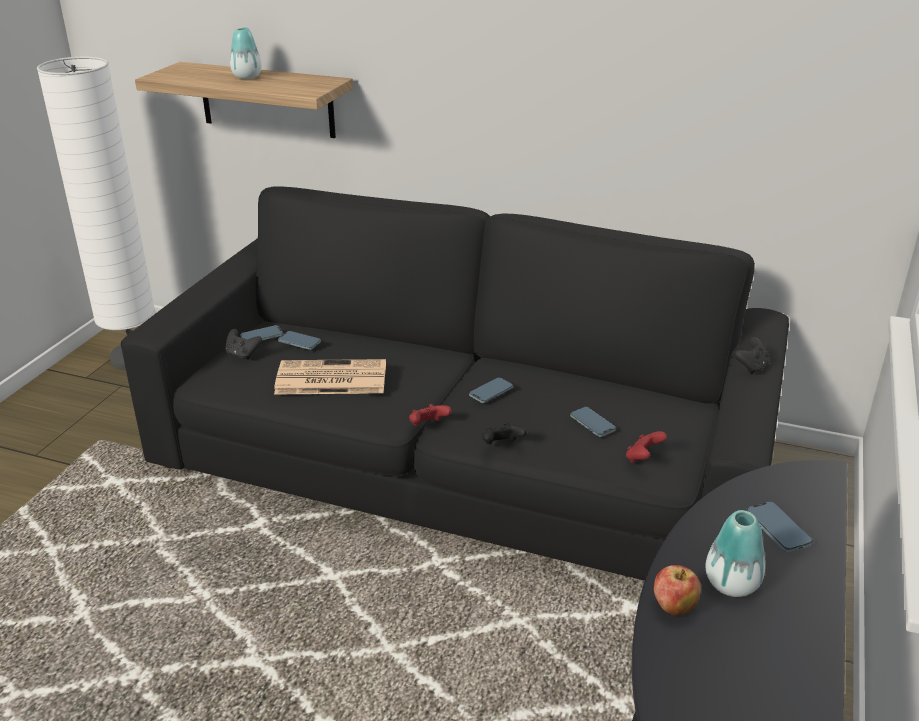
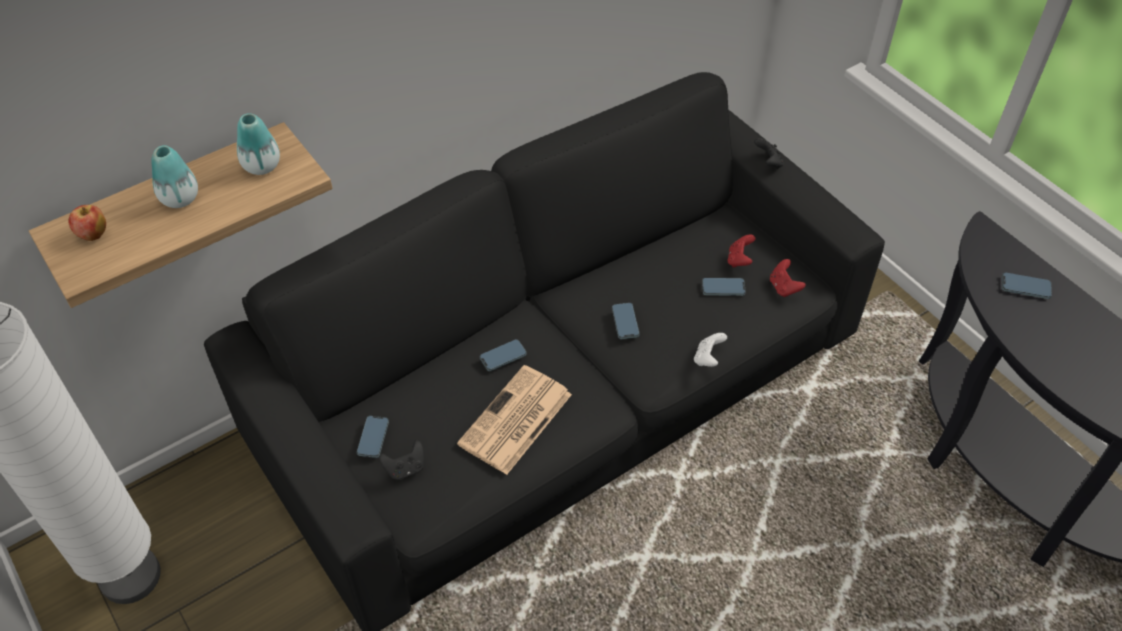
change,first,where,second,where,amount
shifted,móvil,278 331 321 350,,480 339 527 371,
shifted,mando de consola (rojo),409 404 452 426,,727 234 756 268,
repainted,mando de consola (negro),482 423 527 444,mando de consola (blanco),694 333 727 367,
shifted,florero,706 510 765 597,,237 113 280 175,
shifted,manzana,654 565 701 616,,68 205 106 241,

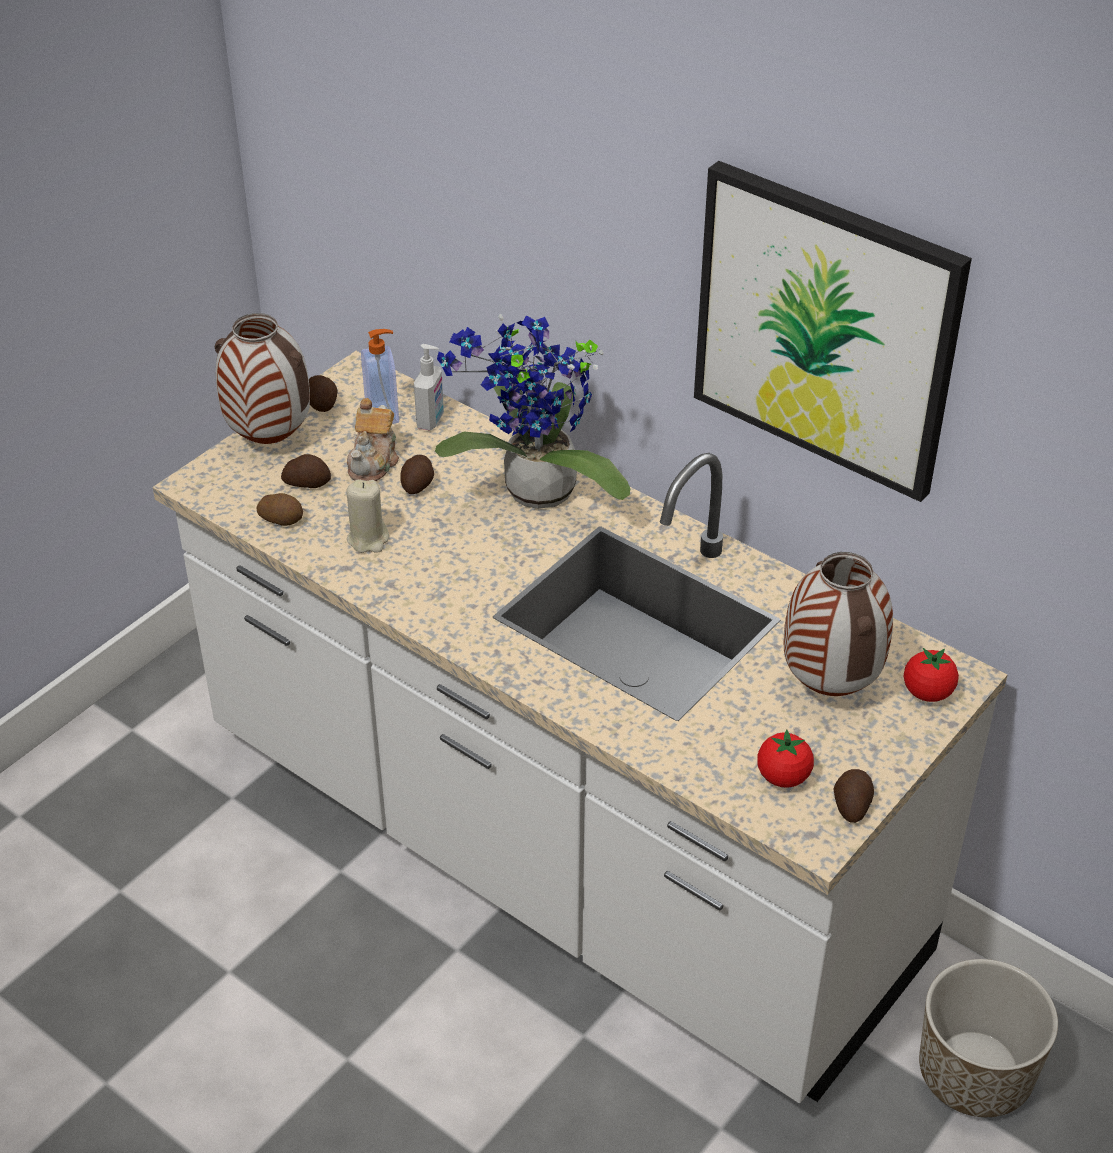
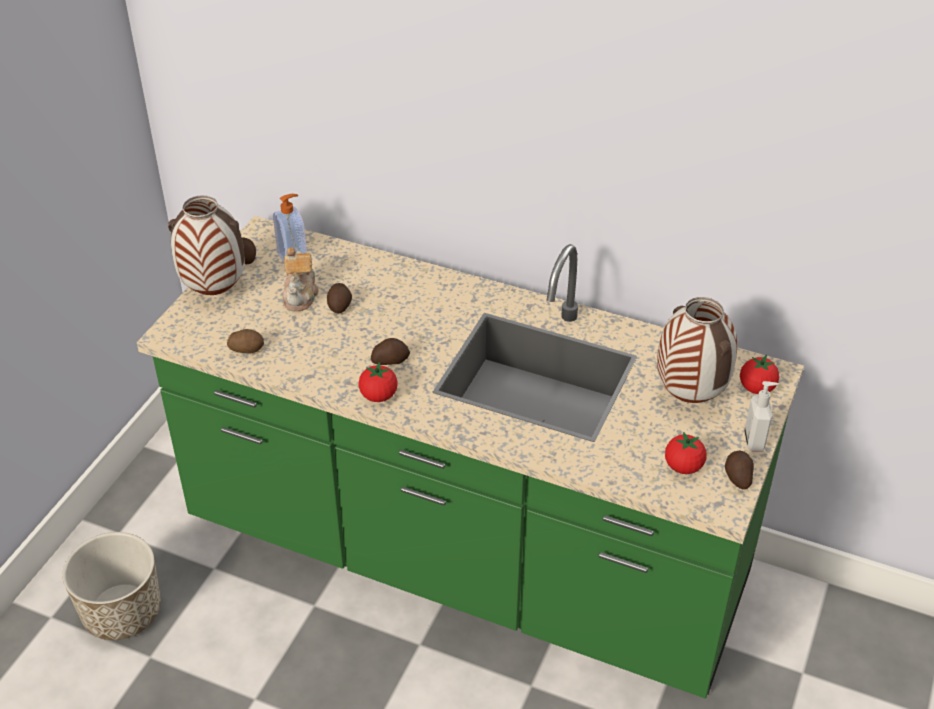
change,first,where,second,where,amount
gone,cuadro,694 161 972 502,,,
gone,planta en maceta,435 314 630 509,,,
shifted,dispensador de jabón,414 344 444 431,,744 381 779 452,
repainted,mueble bajo de cocina (blanco),153 351 1007 1103,mueble bajo de cocina (verde),137 216 804 698,
shifted,patata,281 454 331 488,,371 338 410 365,
gone,vela (beis),346 479 389 553,,,
shifted,maceta,919 959 1058 1117,,62 532 161 640,
new,,,tomate,358 362 398 402,

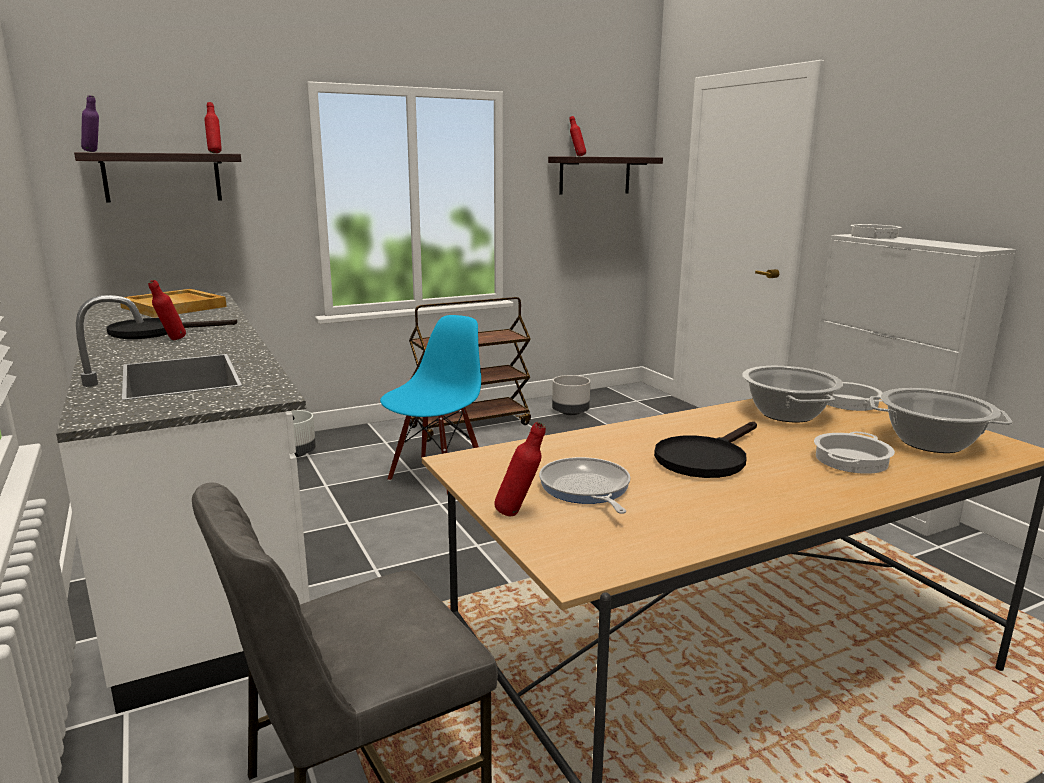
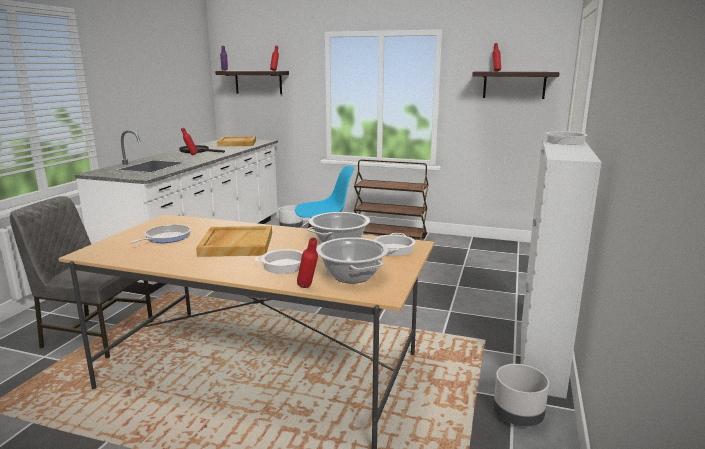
change,first,where,second,where,amount
shifted,maceta (gris),552 375 590 415,,493 364 549 427,
shifted,botella (rojo),494 422 546 516,,297 237 318 288,
swapped,sartén (negro),654 422 757 478,bandeja (beis),196 226 272 257,

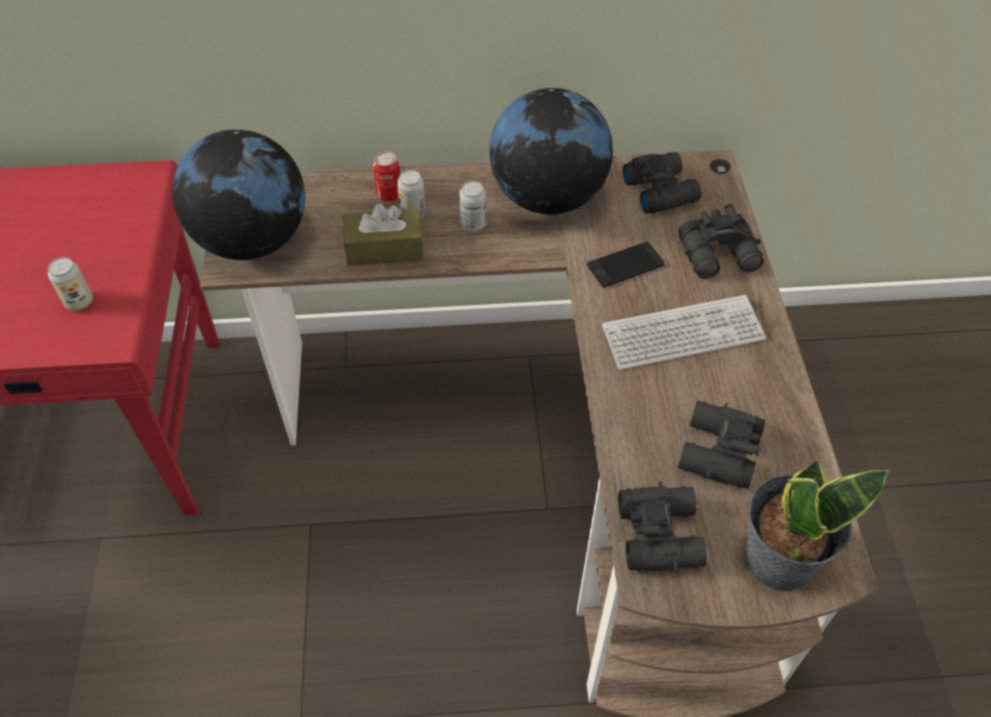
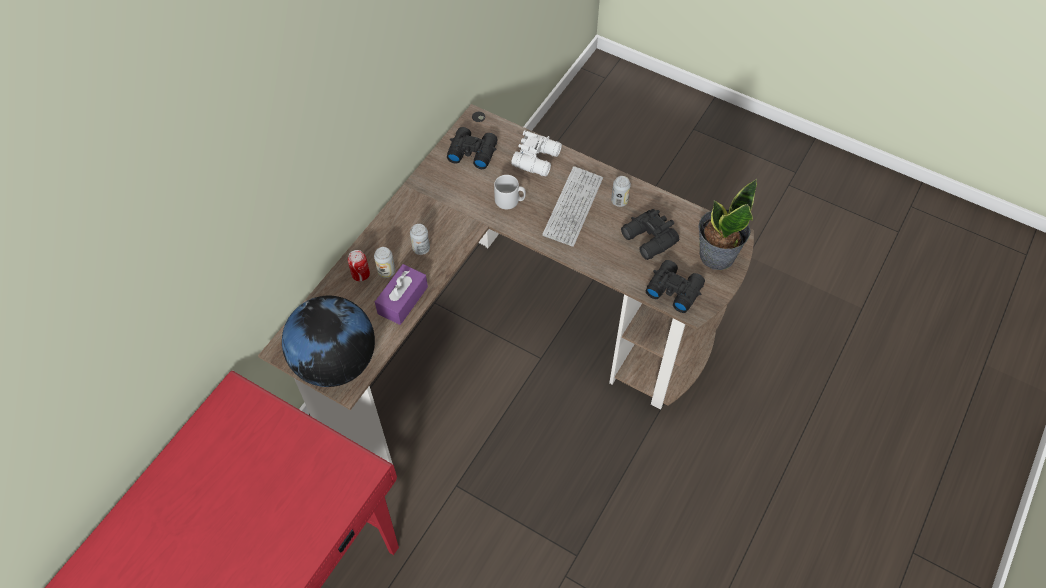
change,first,where,second,where,amount
gone,globo terráqueo,489 88 613 214,,,
repainted,caja de pañuelos (marrón),343 203 424 266,caja de pañuelos (morado),375 264 428 325,
repainted,prismáticos (negro),679 203 764 279,prismáticos (blanco),511 130 562 177,
swapped,móvil,587 242 665 288,taza grande (gris),494 175 526 209,
shifted,lata,48 257 93 311,,611 176 631 207,

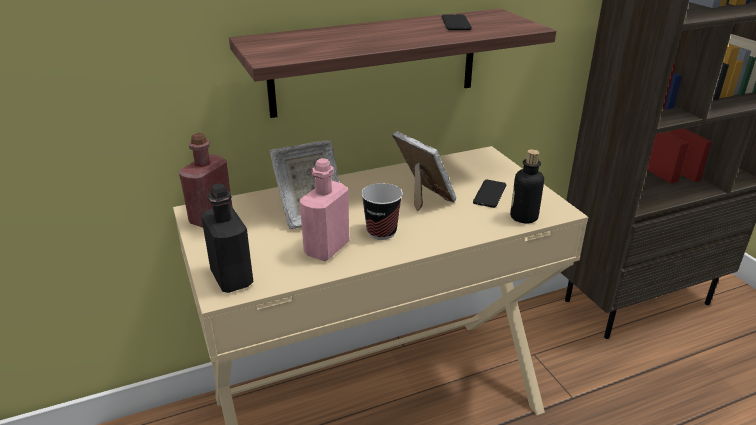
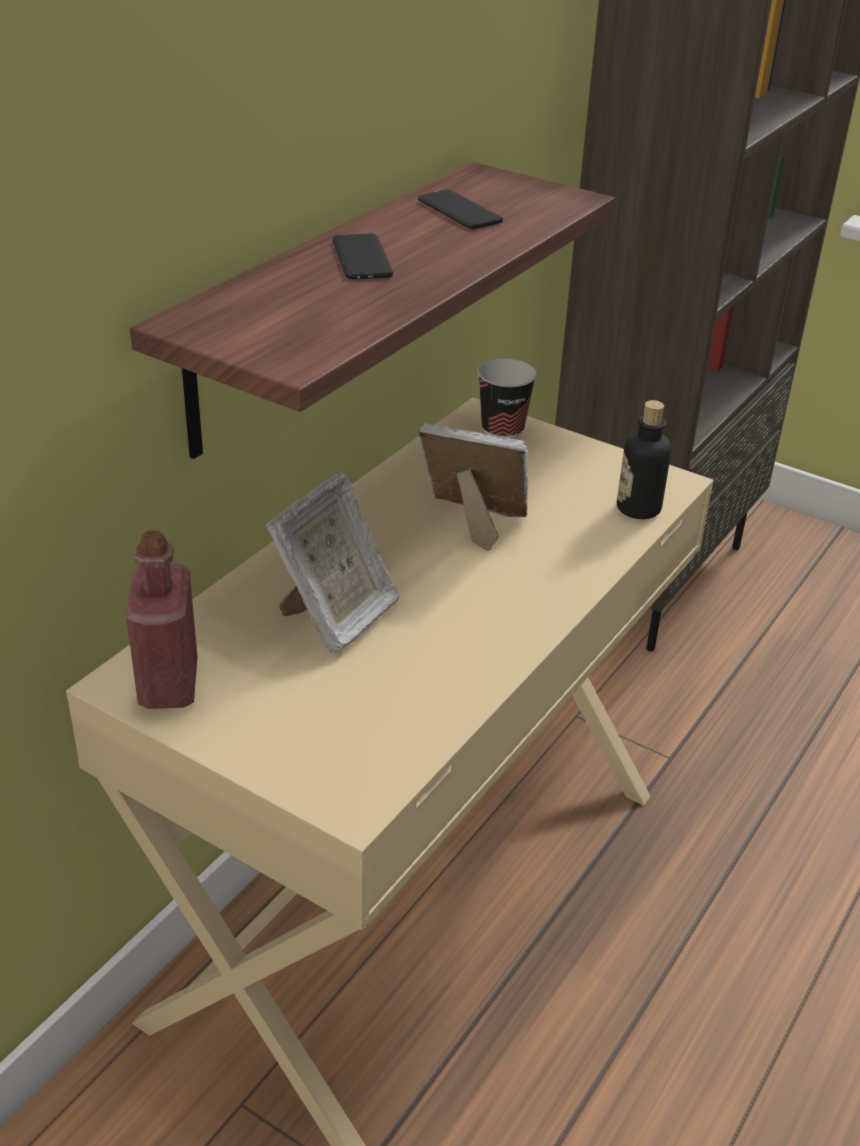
change,first,where,second,where,amount
gone,botella (rosa),299 158 349 261,,,
shifted,móvil,473 180 506 208,,333 234 393 279,
gone,botella (negro),201 183 254 293,,,
shifted,taza,361 183 403 240,,478 359 537 439,

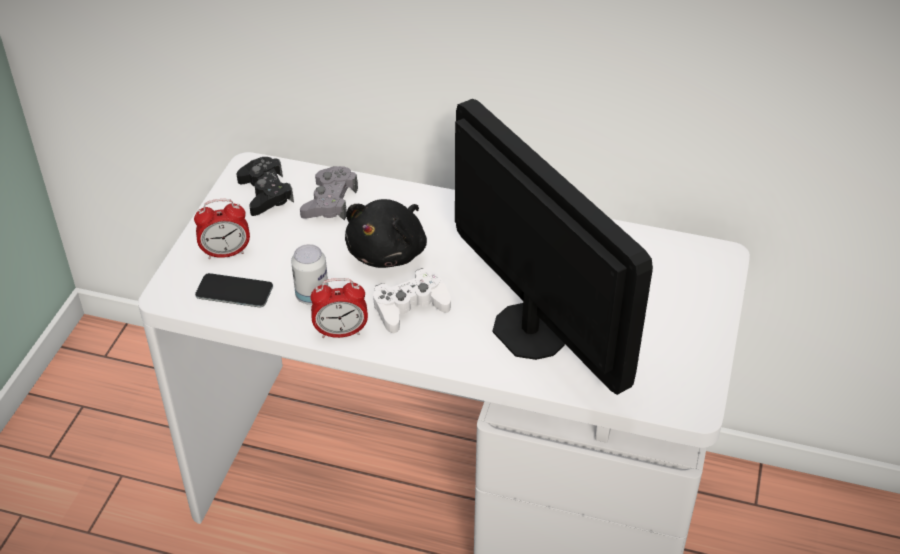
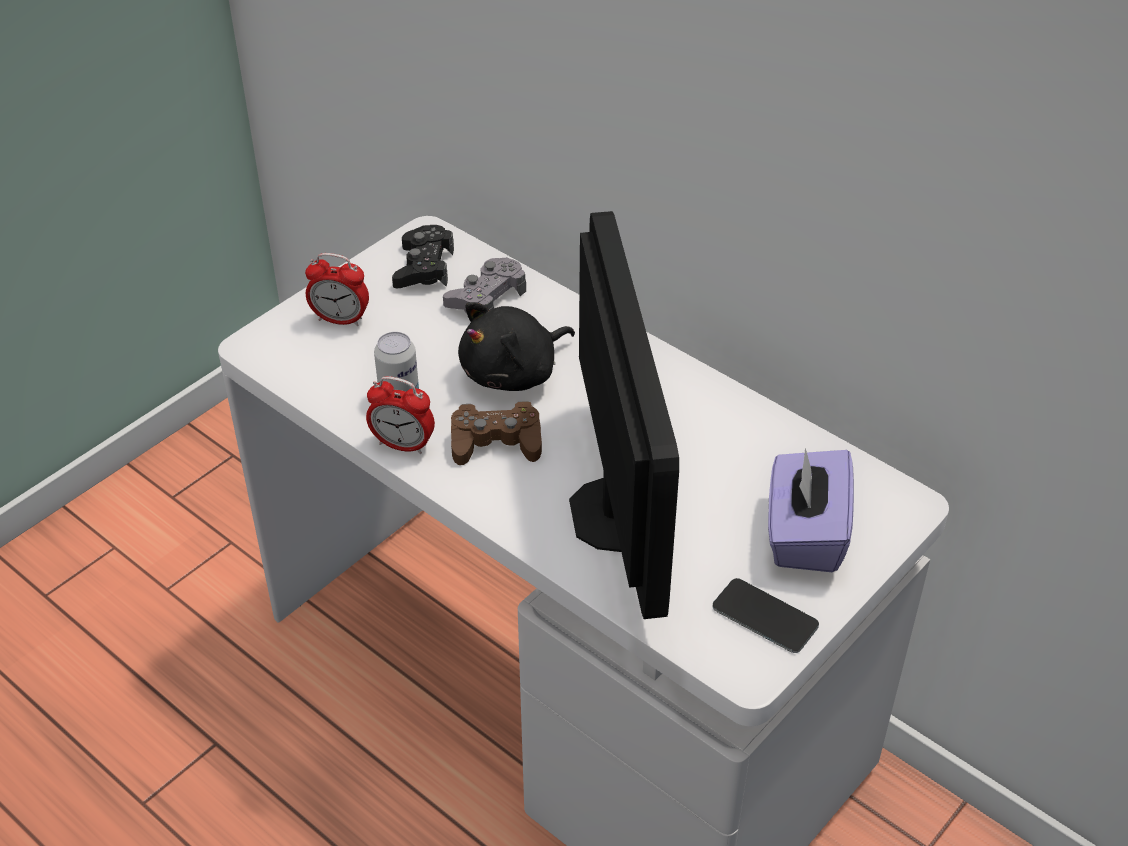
change,first,where,second,where,amount
repainted,mando de consola (blanco),373 268 451 333,mando de consola (marrón),451 401 542 465,
shifted,móvil,195 273 273 307,,713 578 819 653,
new,,,caja de pañuelos (morado),768 448 854 572,

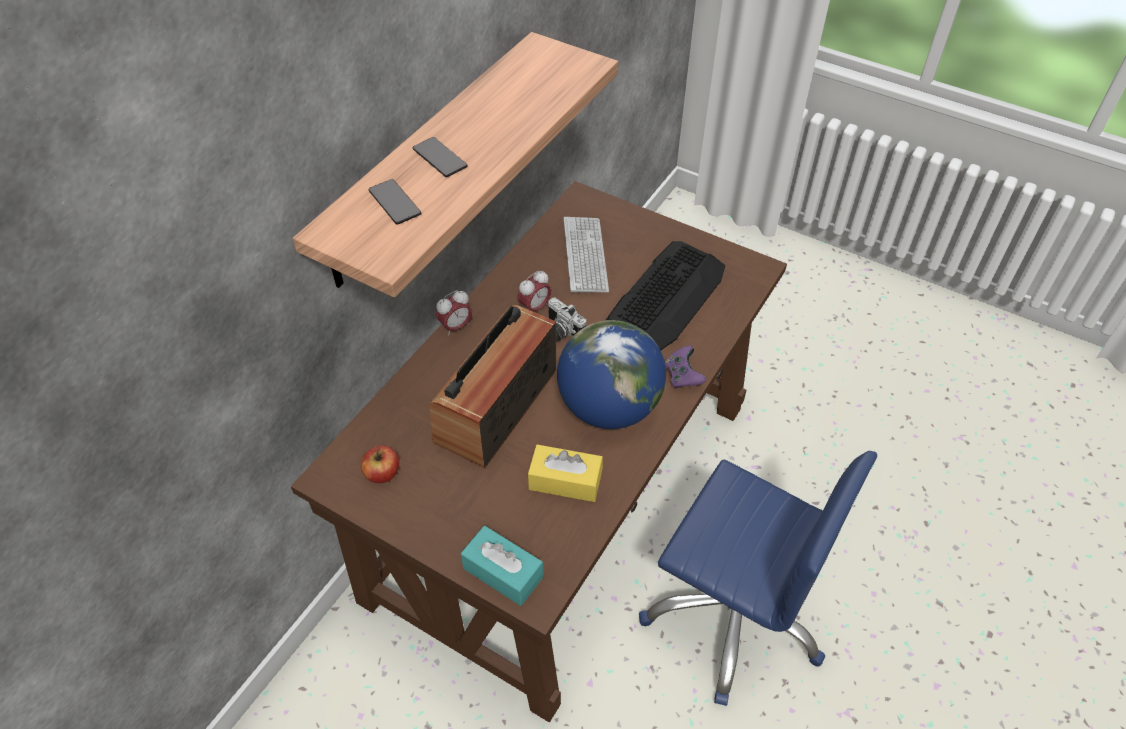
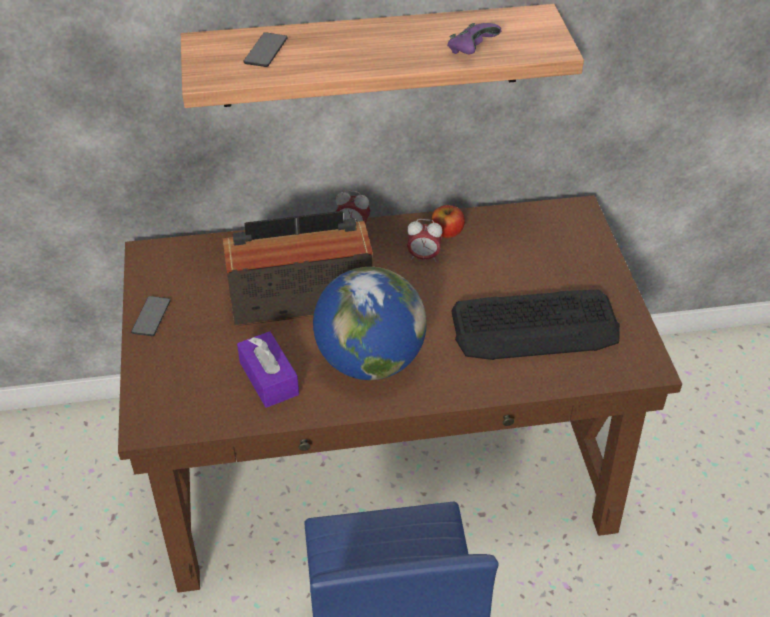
change,first,where,second,where,amount
shifted,móvil,413 137 468 177,,131 296 171 336,
gone,teclado,563 217 609 293,,,
gone,cámara,547 298 586 341,,,
shifted,mando de consola (morado),664 346 706 388,,447 23 502 54,
shifted,manzana,361 445 399 483,,431 205 465 238,
repainted,caja de pañuelos (amarillo),528 445 603 502,caja de pañuelos (morado),237 331 299 408,
gone,caja de pañuelos (turquesa),461 526 543 606,,,

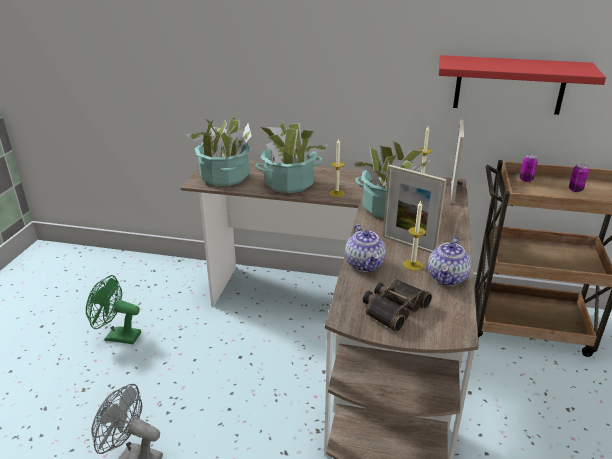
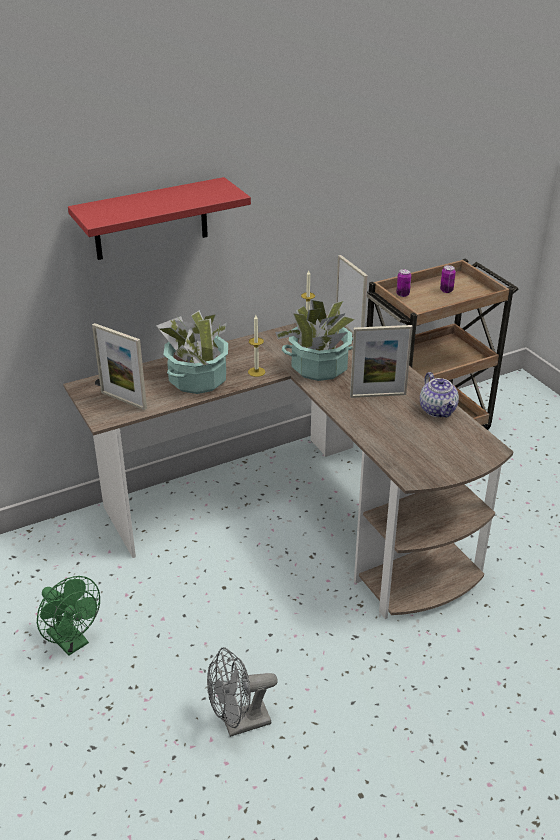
change,first,where,second,where,amount
shifted,estante (rojo),439 55 606 115,,68 177 251 260,
swapped,planta en maceta,185 116 252 186,portarretratos,92 323 147 410,
gone,vela,403 201 426 271,,,
gone,tetera,345 224 386 272,,,
rotated,ventilador (verde),86 275 141 344,,37 576 100 656,105 degrees counterclockwise
gone,prismáticos,363 279 432 332,,,

